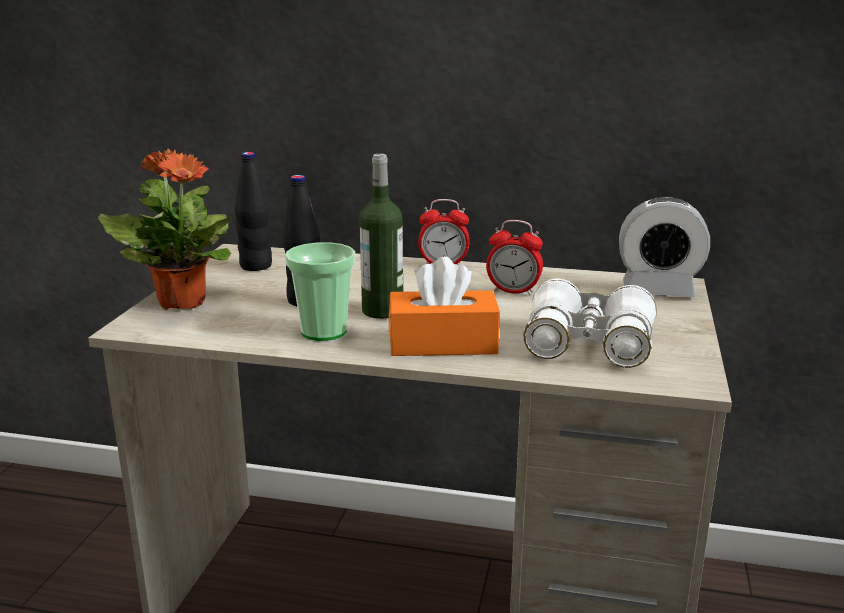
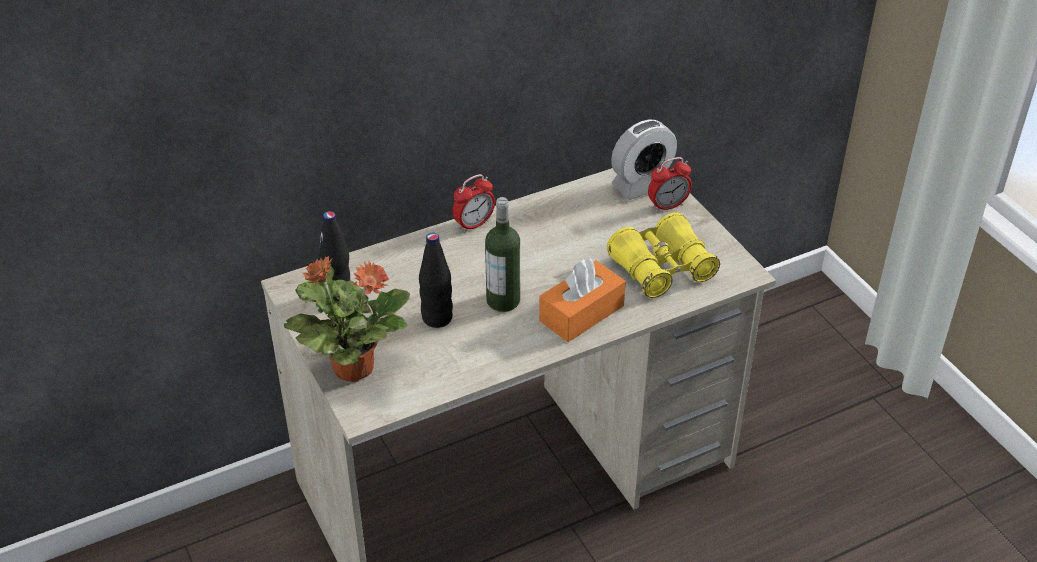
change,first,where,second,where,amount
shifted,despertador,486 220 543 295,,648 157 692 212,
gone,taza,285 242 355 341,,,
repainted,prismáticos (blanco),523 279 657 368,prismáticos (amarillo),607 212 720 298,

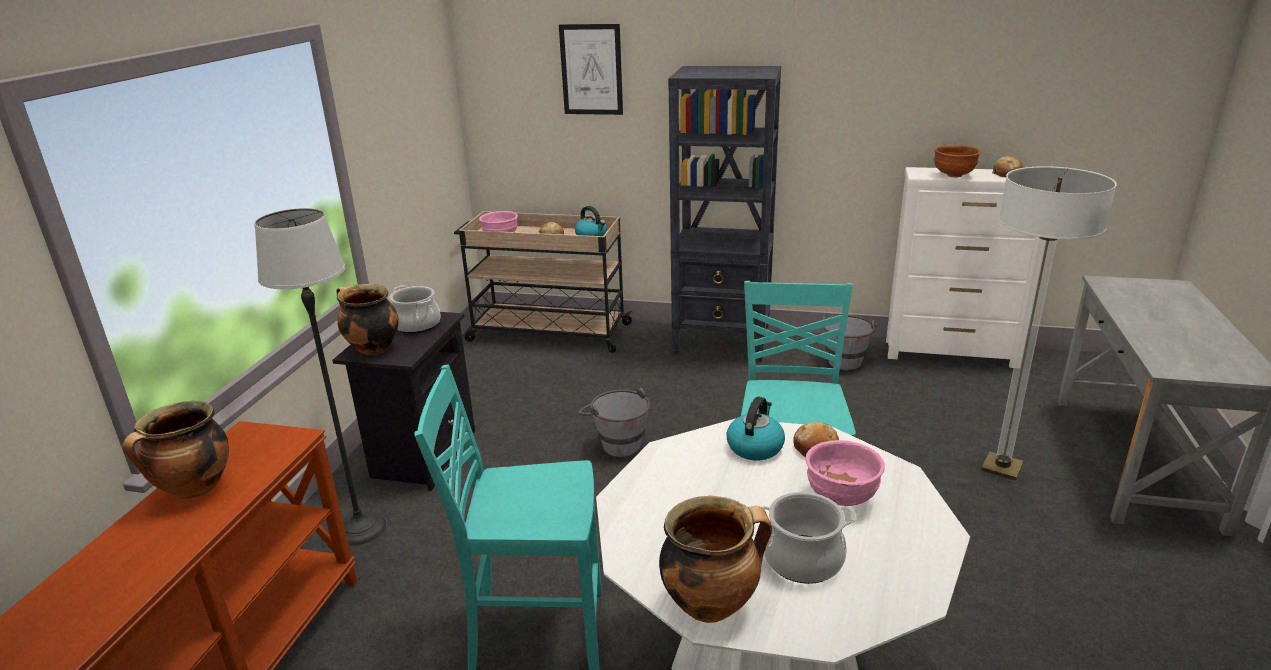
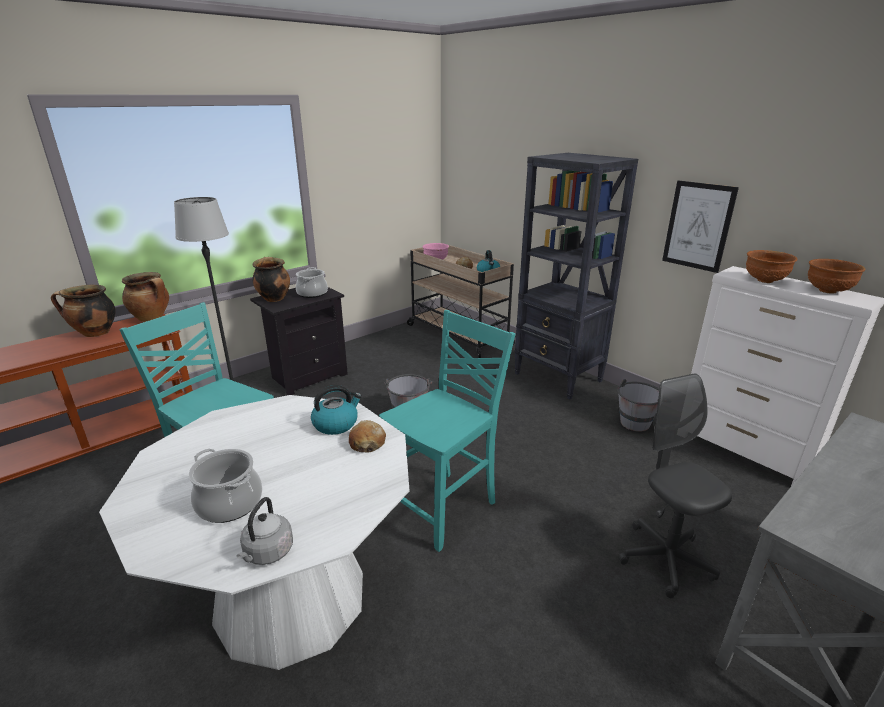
change,first,where,second,where,amount
shifted,cuadro,559 24 623 115,,662 180 739 273,
swapped,pan,992 156 1023 177,cuenco (marrón),808 259 866 293,
swapped,lámpara de pie,981 166 1117 480,silla de oficina (gris),619 373 732 598,
gone,cuenco (rosa),805 440 885 506,,,
shifted,olla,659 496 772 623,,122 272 169 322,
new,,,hervidor (gris),237 497 293 565,

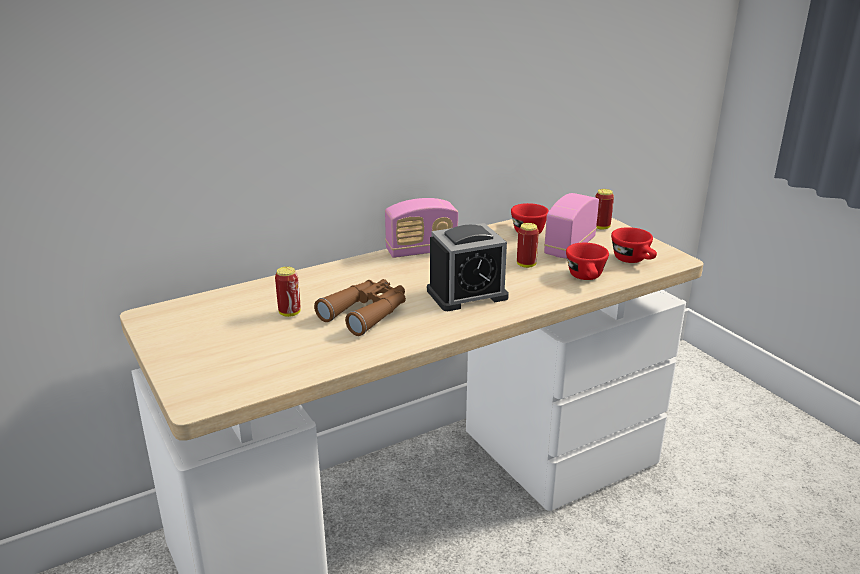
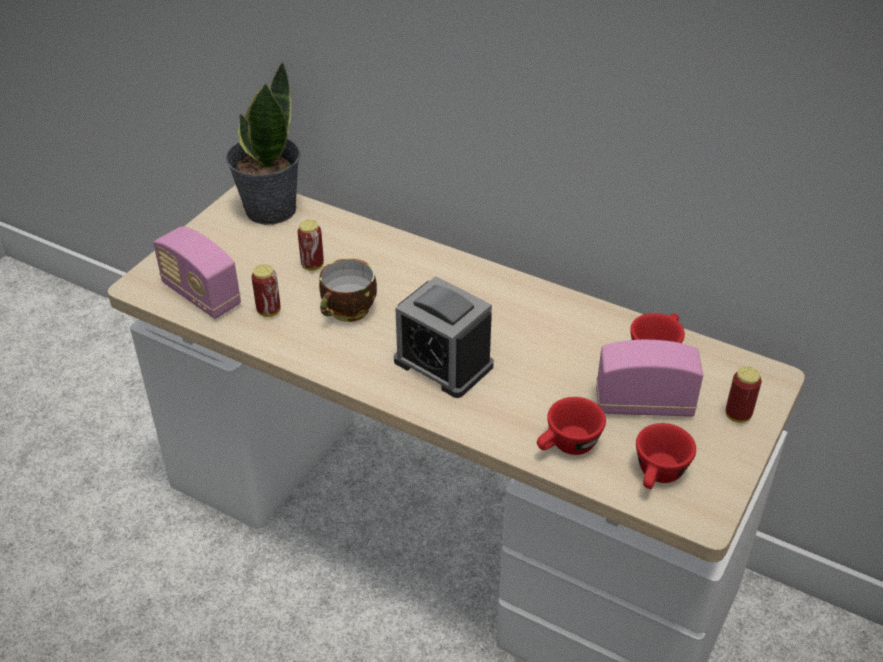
change,first,where,second,where,amount
shifted,radio,385 198 458 258,,153 227 241 319,
shifted,lata,517 223 539 268,,252 264 281 317,
swapped,prismáticos (marrón),314 279 406 336,taza,319 258 377 322,
new,,,planta en maceta,226 62 301 225,

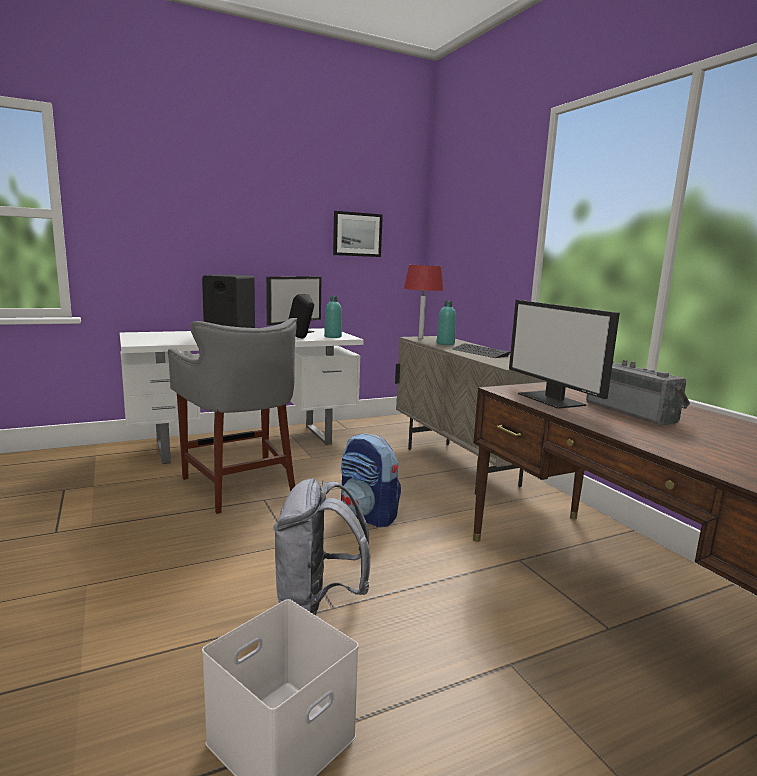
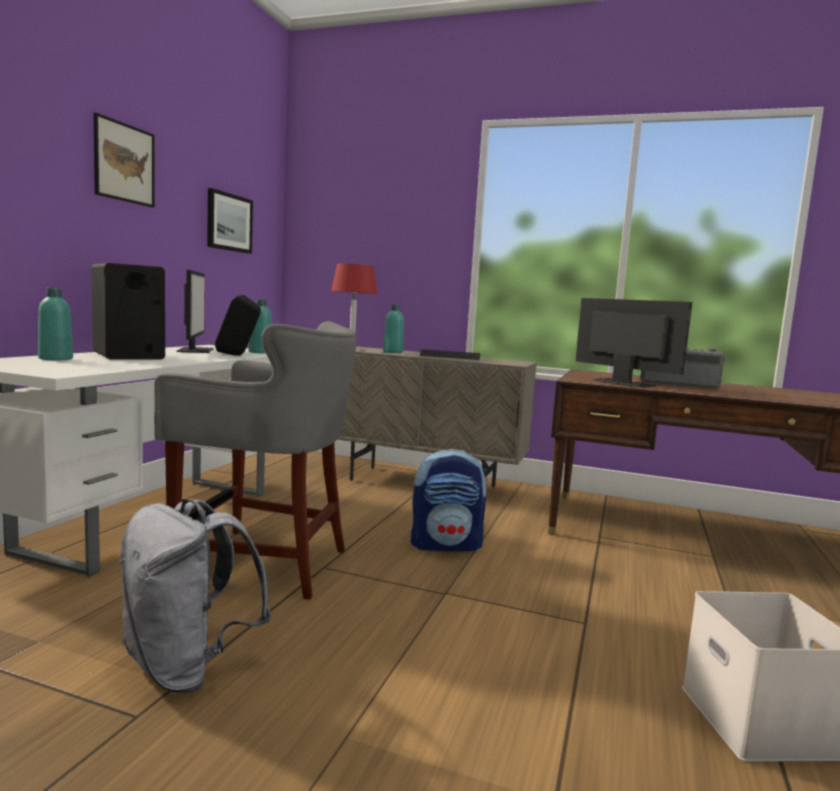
change,first,where,second,where,amount
rotated,monitor,509 300 620 409,,575 298 692 387,150 degrees counterclockwise
shifted,mochila (gris),273 478 371 615,,119 499 271 693,
new,,,cuadro,93 113 155 207,
new,,,botella (turquesa),38 288 73 360,

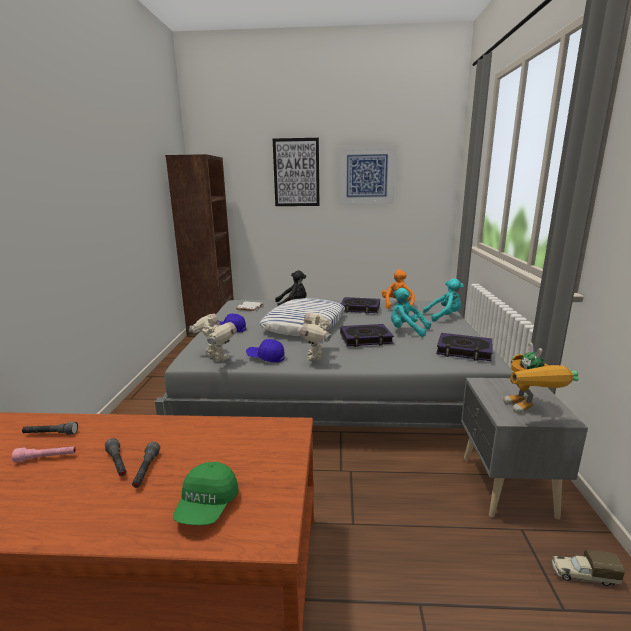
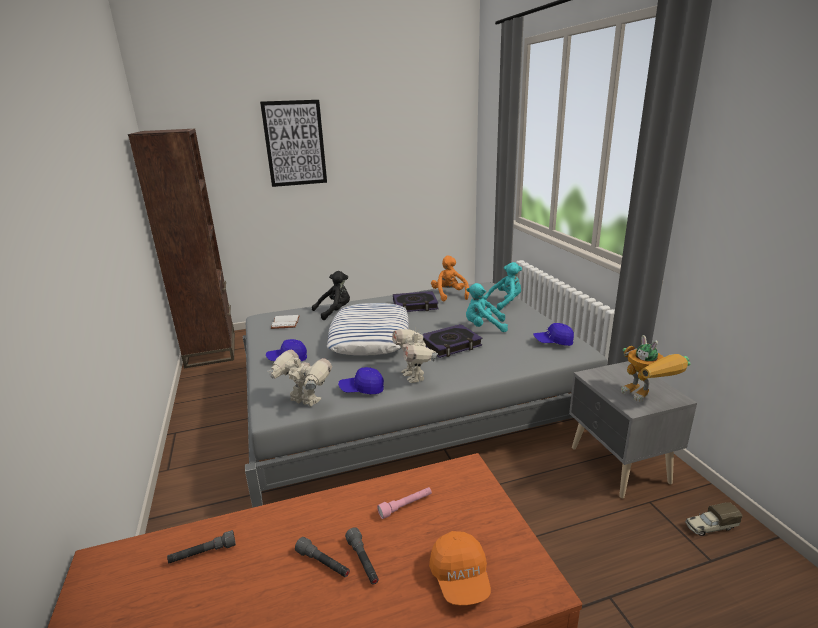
change,first,where,second,where,amount
gone,cuadro,339 145 396 205,,,
swapped,libro,436 333 492 361,gorra (azul),533 323 574 346,
shifted,linterna (rosa),12 446 76 462,,377 487 432 519,
repainted,gorra (verde),173 462 239 525,gorra (naranja),429 531 491 605,

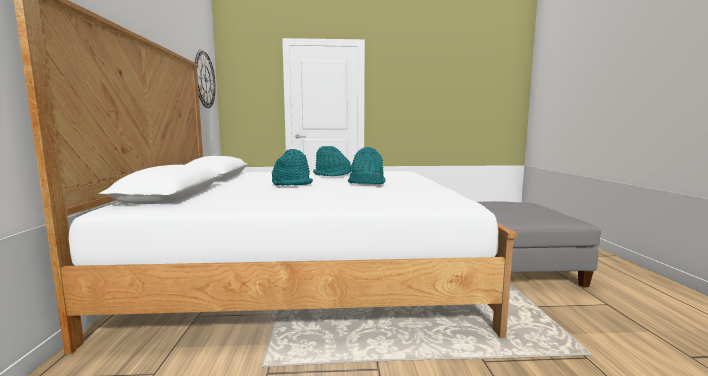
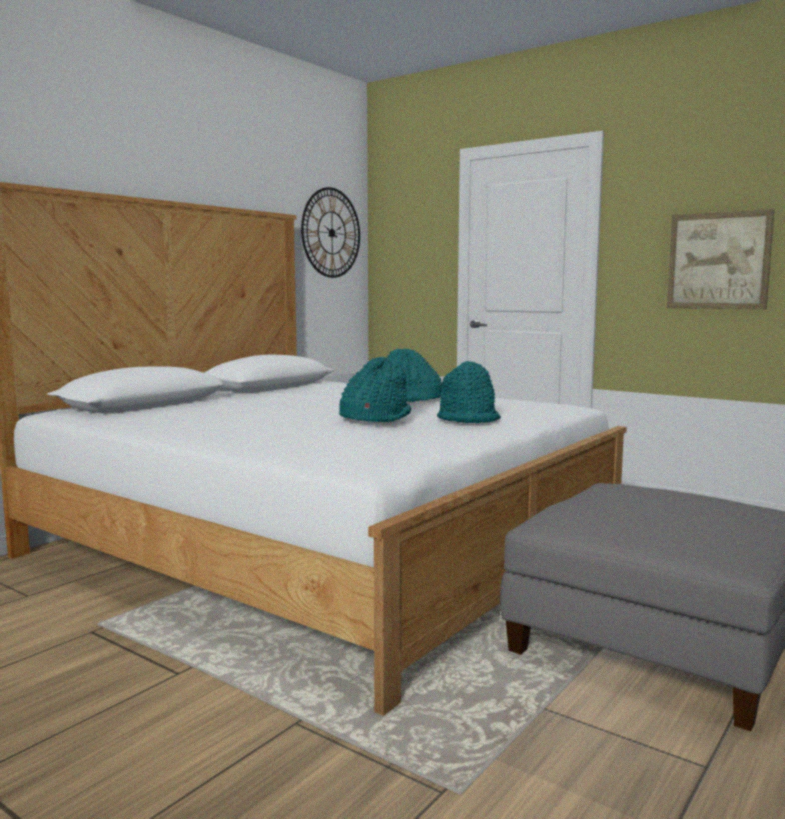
change,first,where,second,where,amount
shifted,sombrero (turquesa),272 149 313 186,,437 361 501 423,
new,,,cuadro,667 209 774 310,

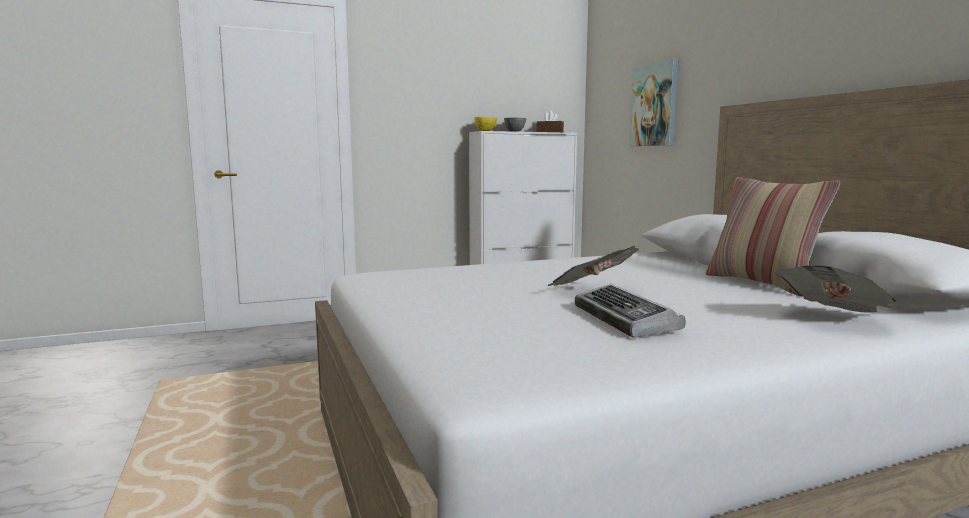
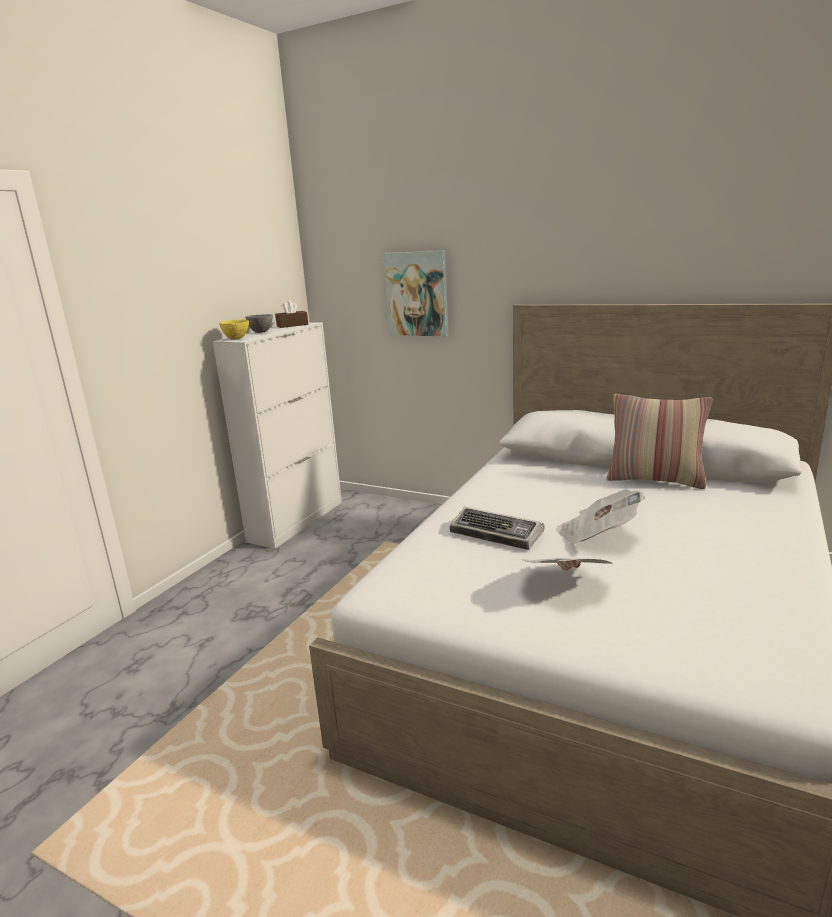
change,first,where,second,where,amount
shifted,periódico,774 265 896 313,,523 558 613 571,
shifted,teclado,575 284 686 338,,450 507 545 550,

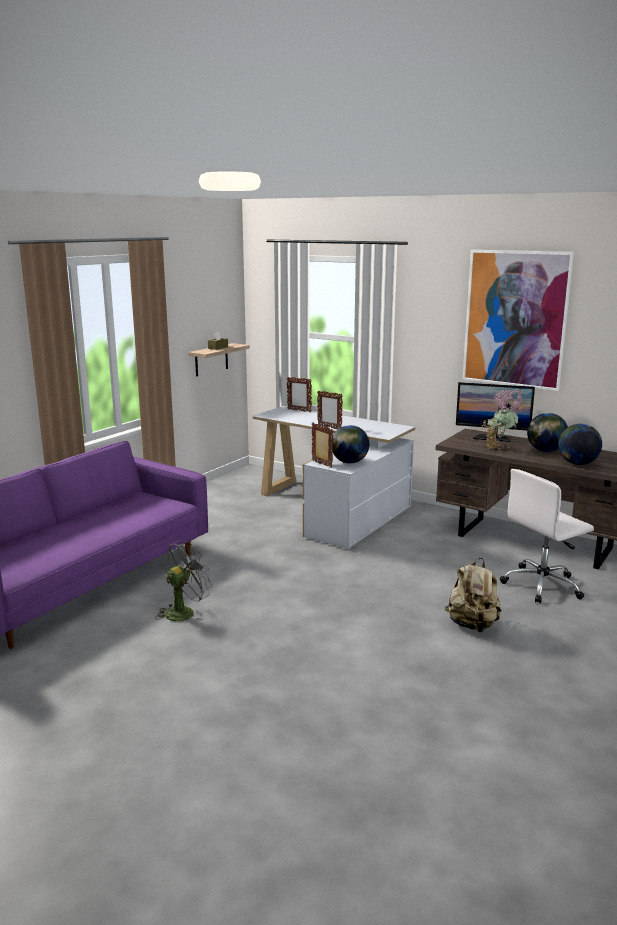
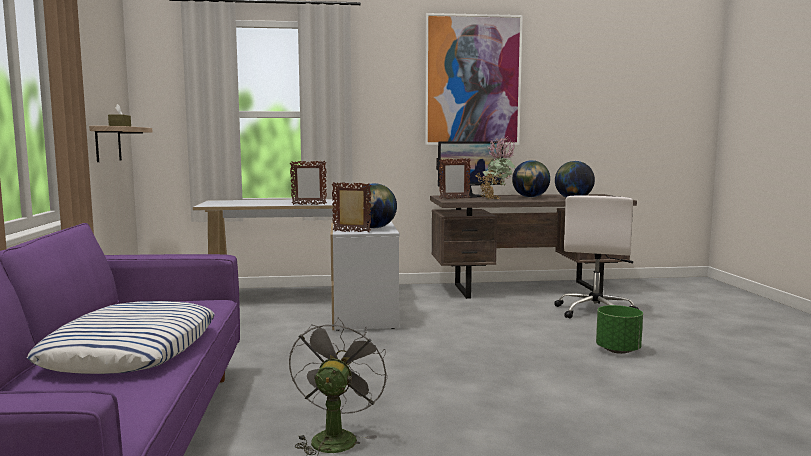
change,first,where,second,where,amount
shifted,portarretratos,287 377 312 412,,439 158 471 199,
swapped,mochila (beis),445 558 501 632,maceta (verde),596 305 643 354,
new,,,cojín,27 301 214 374,

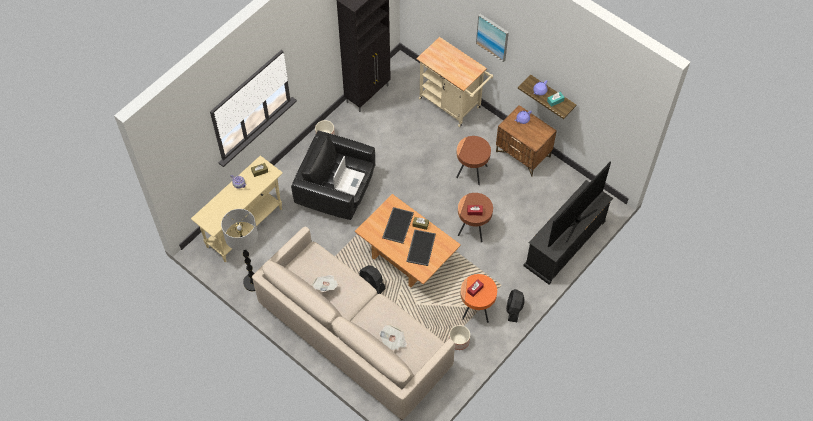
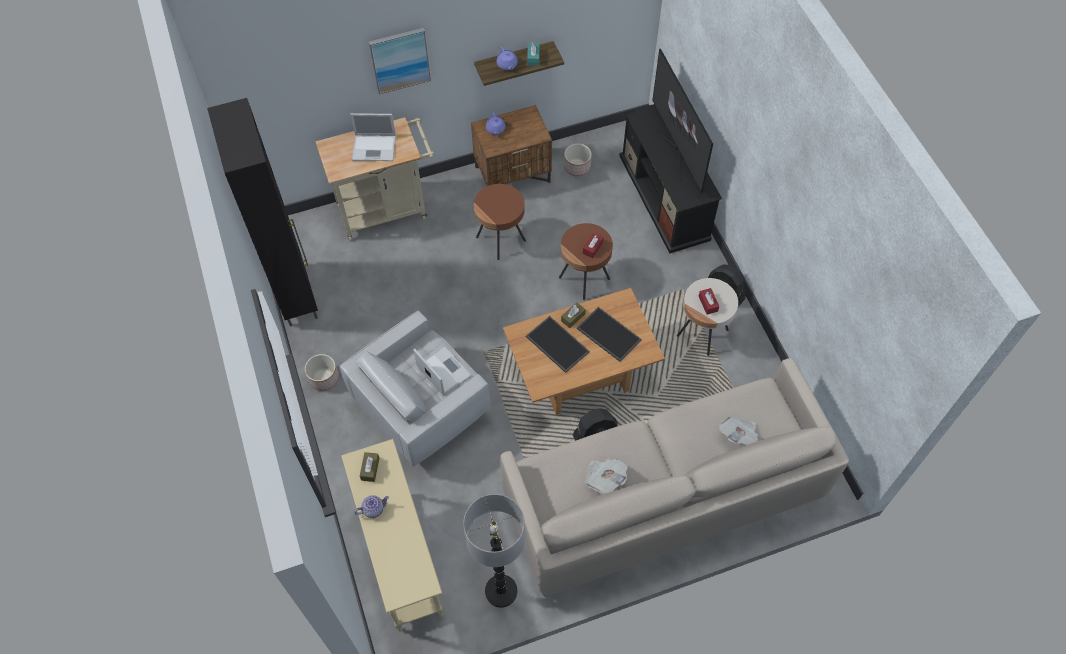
change,first,where,second,where,amount
repainted,sillón (negro),291 130 375 220,sillón (blanco),339 311 490 466,
repainted,mesa auxiliar (naranja),460 274 497 323,mesa auxiliar (beis),677 278 738 356,
shifted,maceta,449 325 470 350,,564 144 591 177,
new,,,portátil,350 113 396 161,

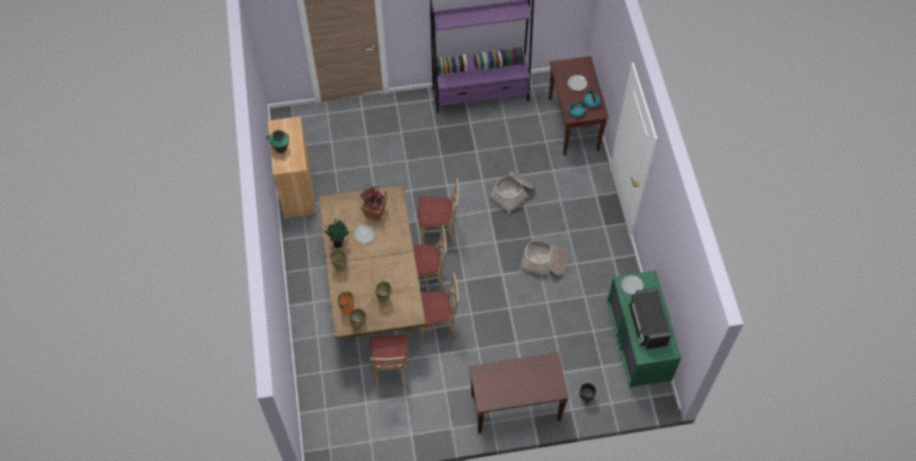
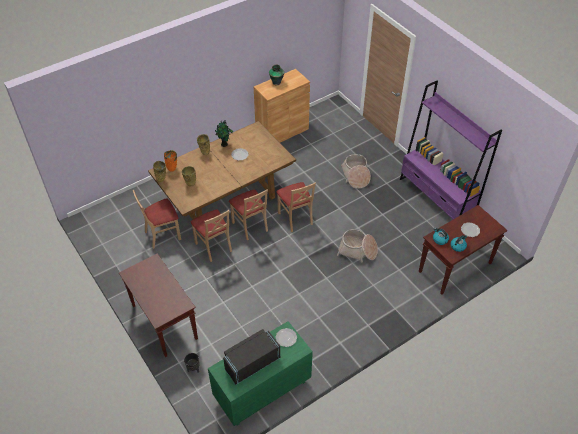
change,first,where,second,where,amount
gone,planta en maceta,360 184 387 221,,,
shifted,cesta,519 240 566 278,,341 154 371 188,

